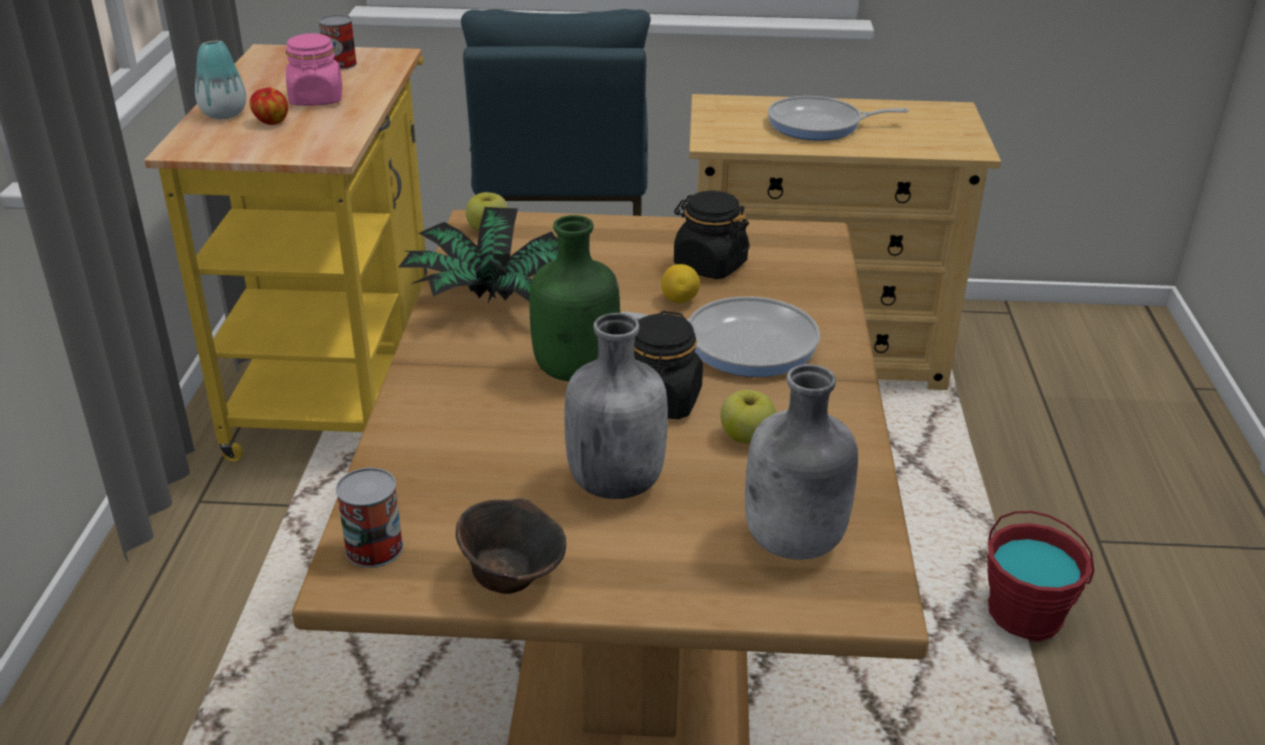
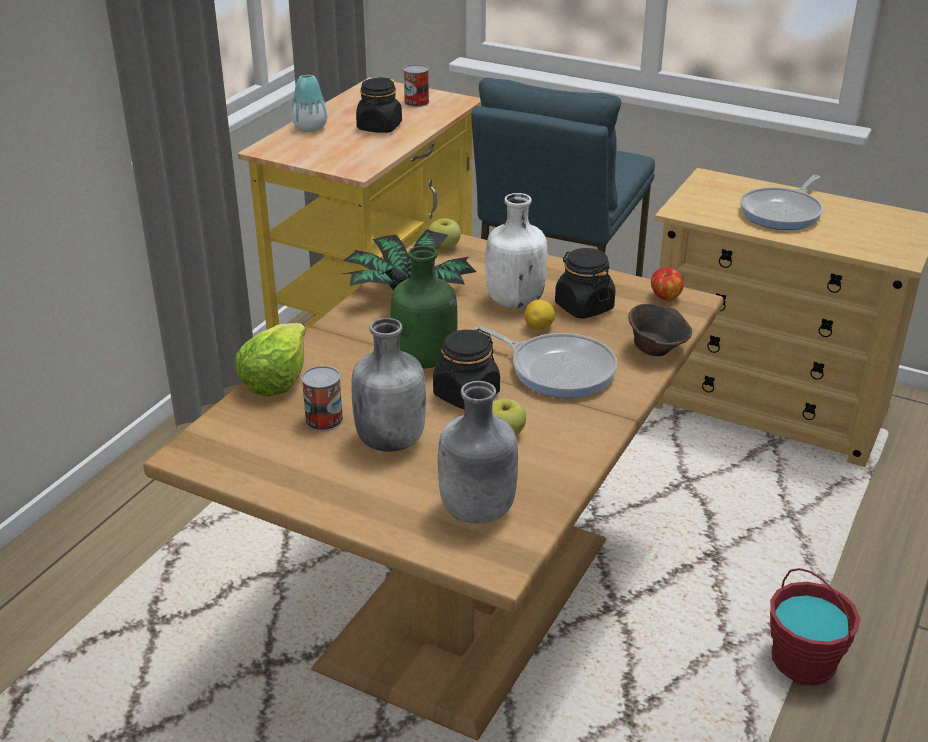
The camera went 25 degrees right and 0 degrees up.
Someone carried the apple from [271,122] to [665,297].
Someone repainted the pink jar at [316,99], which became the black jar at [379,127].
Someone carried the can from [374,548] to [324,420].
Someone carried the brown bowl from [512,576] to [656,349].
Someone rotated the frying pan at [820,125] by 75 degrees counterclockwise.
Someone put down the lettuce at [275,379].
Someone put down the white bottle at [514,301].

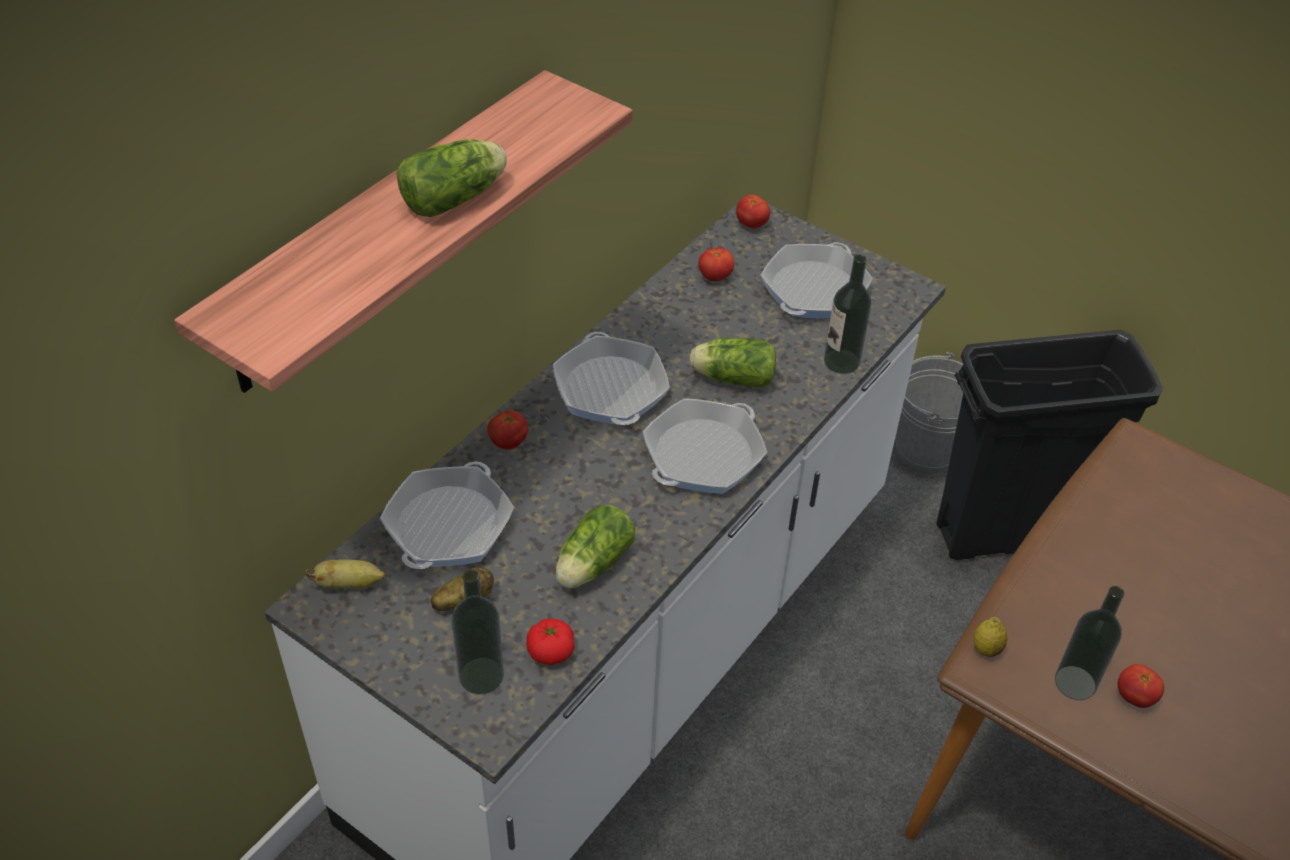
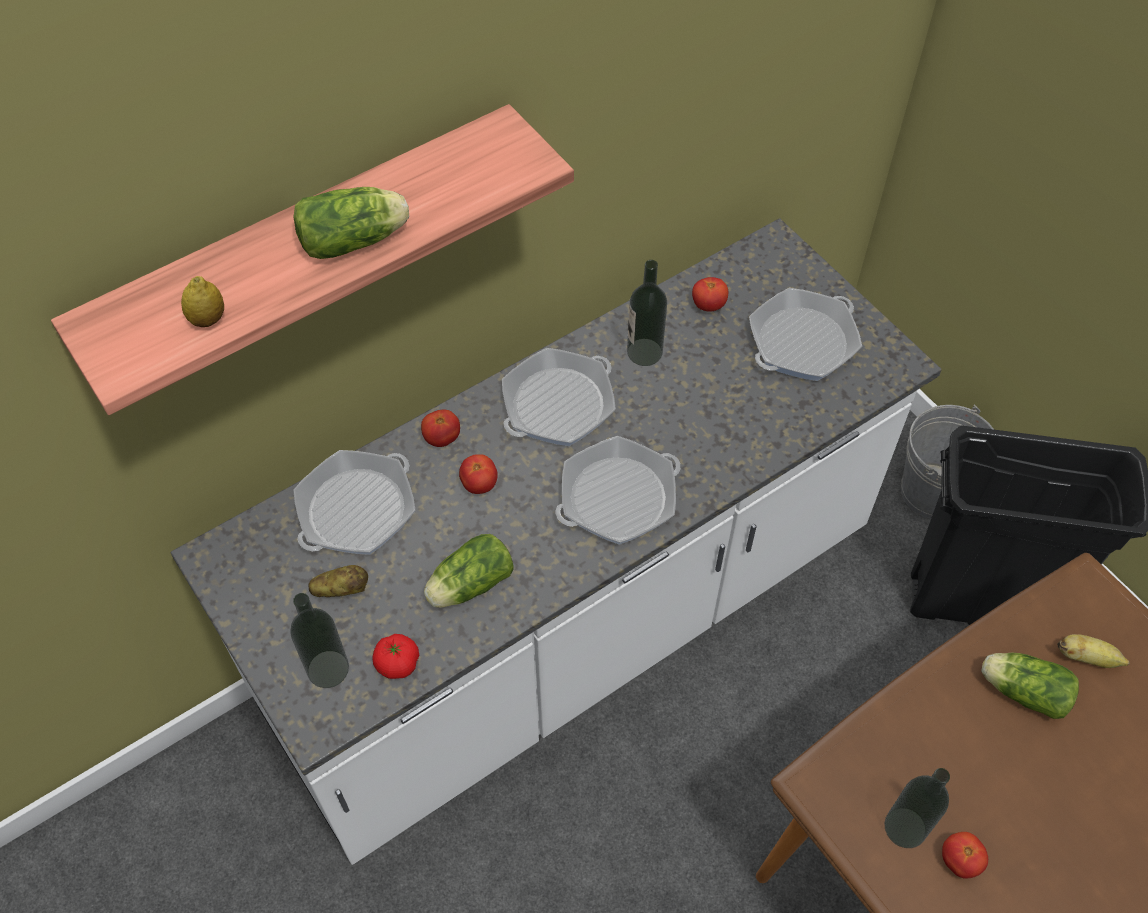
The camera went 20 degrees right and 10 degrees up.
Someone carried the banana from [349,584] to [1086,658].
Someone rotated the frying pan at [610,389] by 45 degrees clockwise.
Someone carried the lettuce from [730,377] to [1021,690].
Someone carried the tomato from [751,224] to [479,484].
Someone carried the bottle from [841,361] to [644,352].
Someone carried the lemon from [986,649] to [208,319].

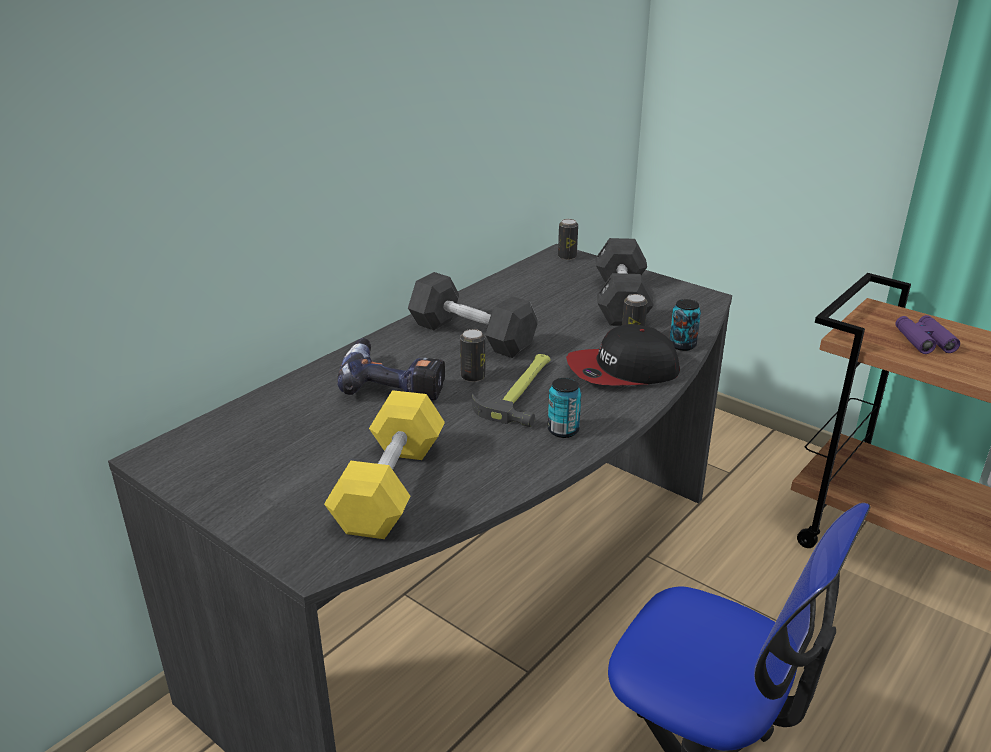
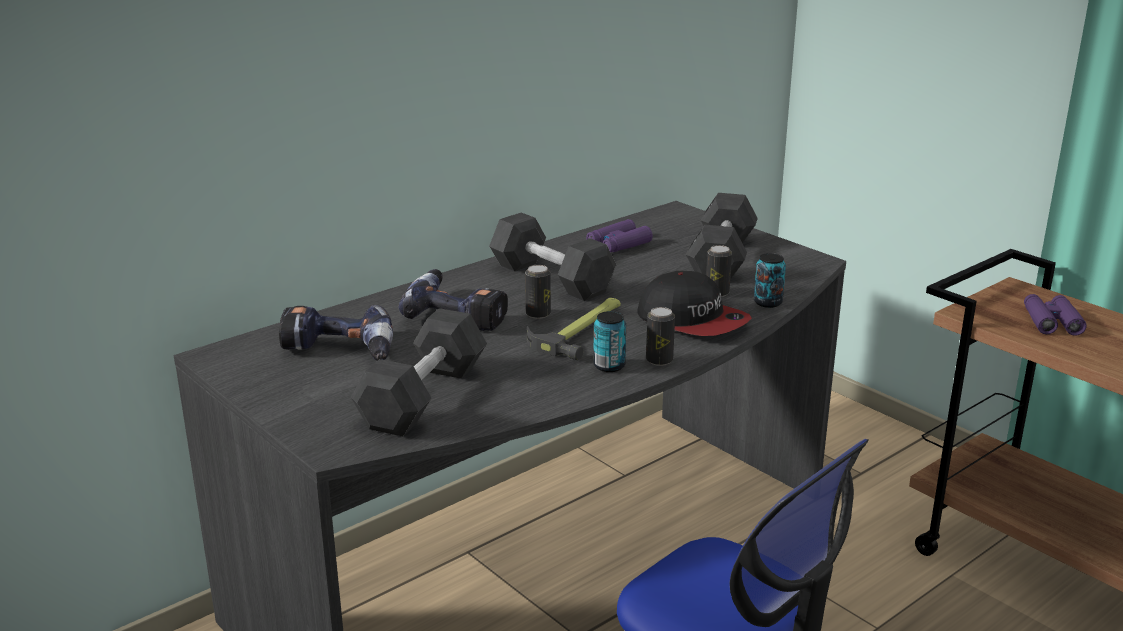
The camera went 10 degrees right and 5 degrees down.
Someone repainted the yellow dumbbell at [390,486], which became the black dumbbell at [423,396].
Someone carried the can from [567,257] to [659,360].
Someone rotated the cap at [622,371] by 135 degrees counterclockwise.
Someone put down the power drill at [338,353].
Someone put down the purple binoculars at [618,244].

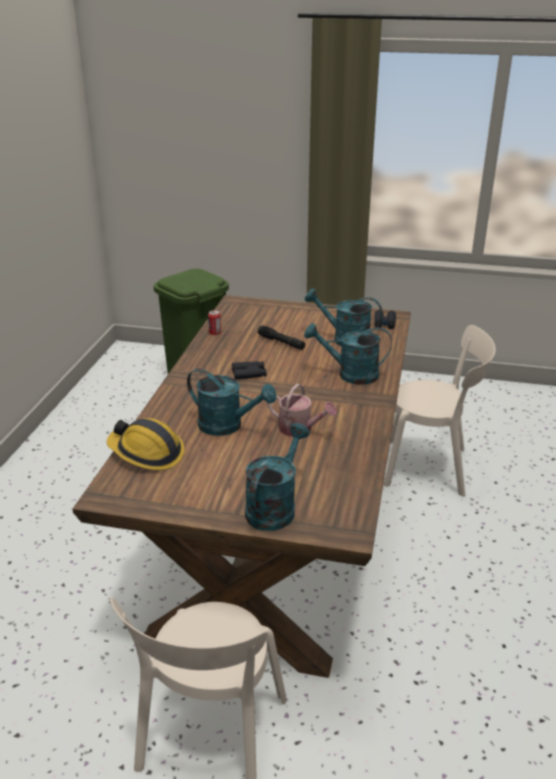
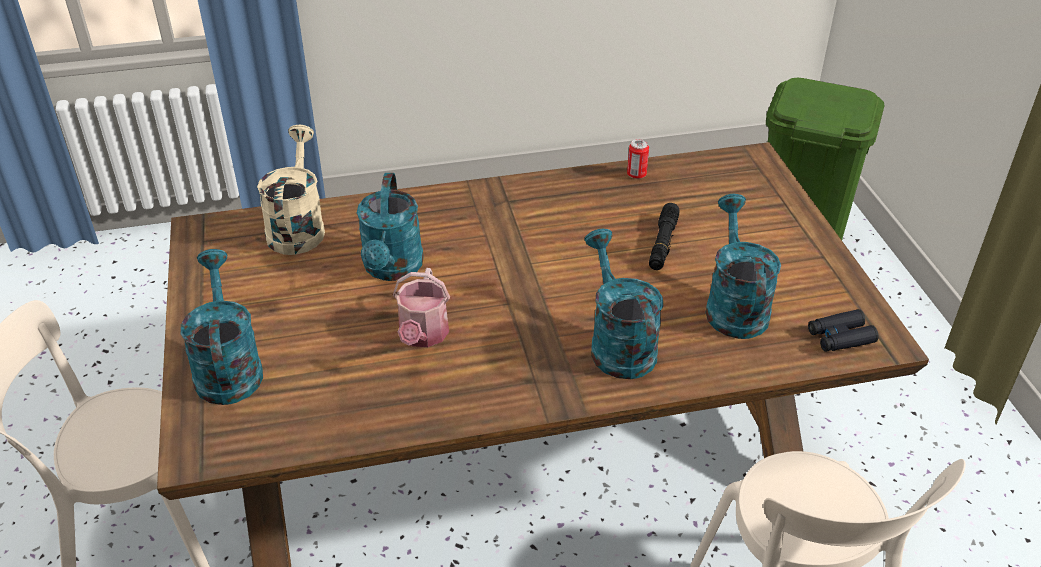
The camera went 65 degrees right and 10 degrees up.
Someone swapped the hard hat at [146,453] for the beige watering can at [297,227].
Someone took away the black binoculars at [249,374].
Someone rotated the turquoise watering can at [274,506] by 105 degrees counterclockwise.

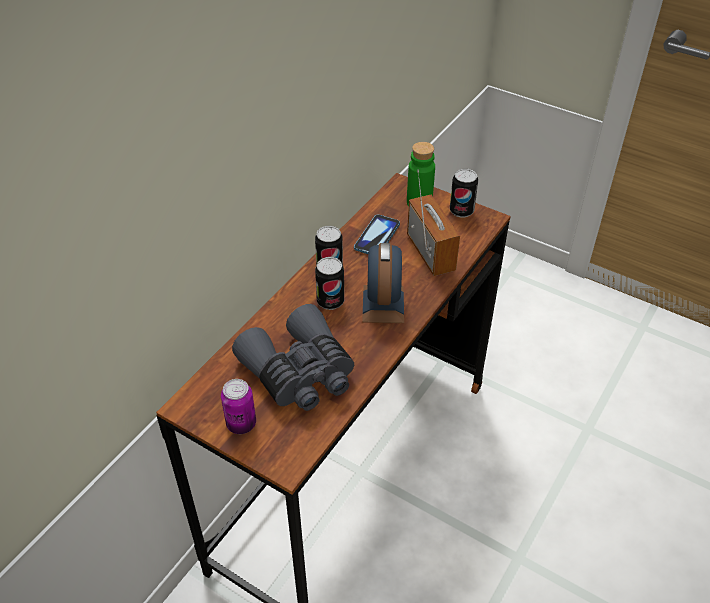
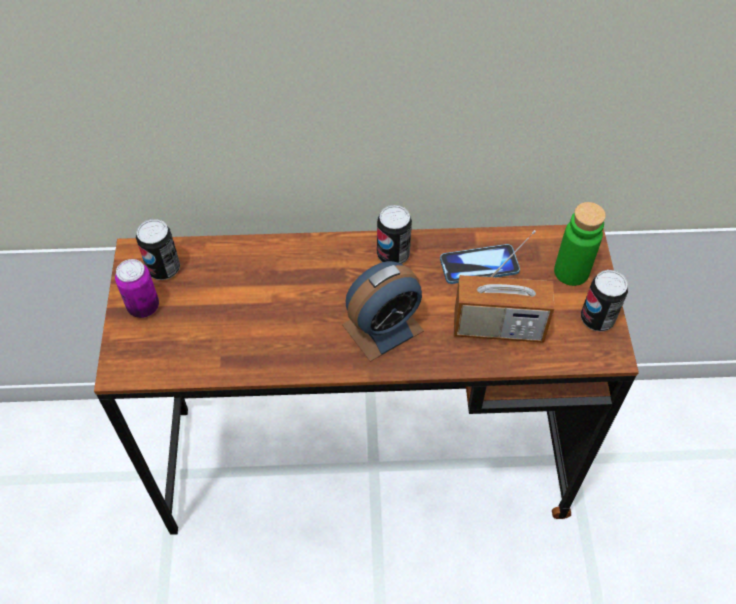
The camera went 55 degrees right and 10 degrees up.
Someone took away the grey binoculars at [300,373].
Someone carried the can from [330,301] to [164,268].
Someone rotated the radio at [430,253] by 60 degrees clockwise.

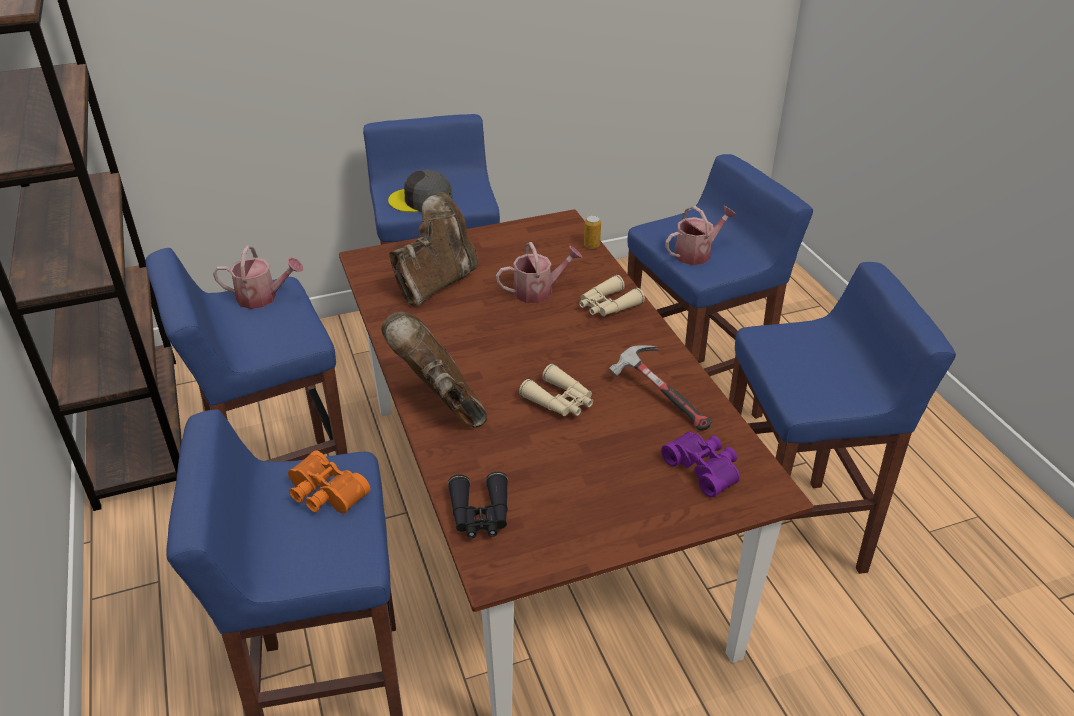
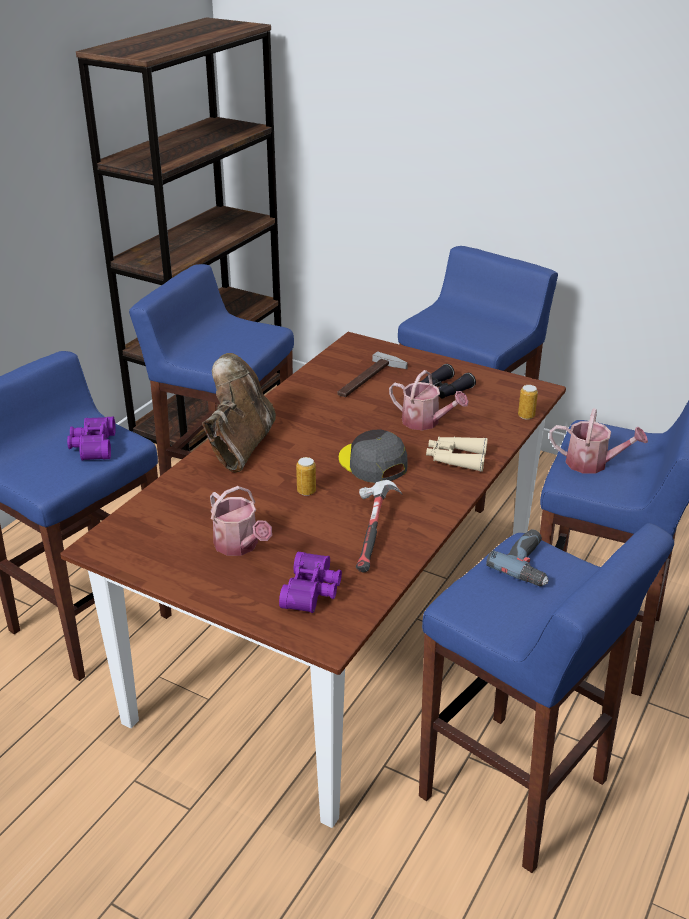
The camera went 50 degrees right and 5 degrees down.
Someone carried the watering can from [263,297] to [239,546].
Someone repainted the orange binoculars at [324,495], which became the purple binoculars at [92,446].
Someone carried the grey cap from [421,201] to [372,463].
Someone swapped the brown boot at [436,283] for the hammer at [370,380].
Someone carried the black binoculars from [480,514] to [442,391].
Someone swapped the beige binoculars at [560,401] for the can at [306,491].
Someone put down the power drill at [529,564].

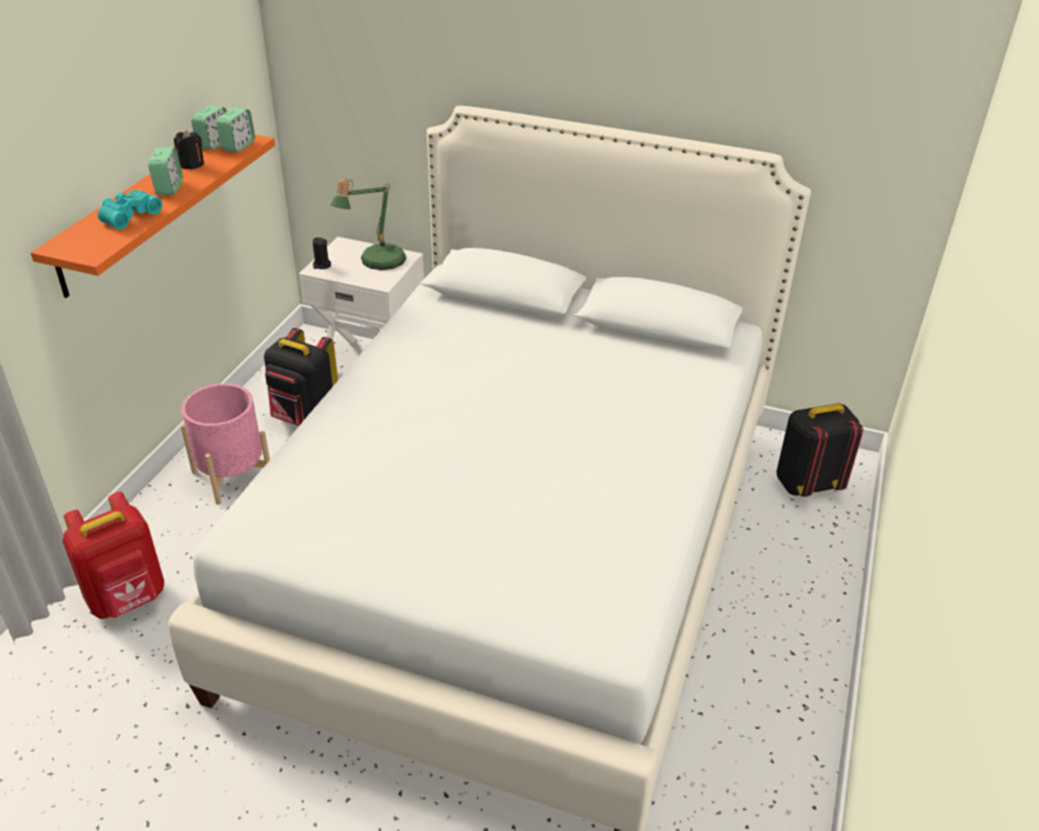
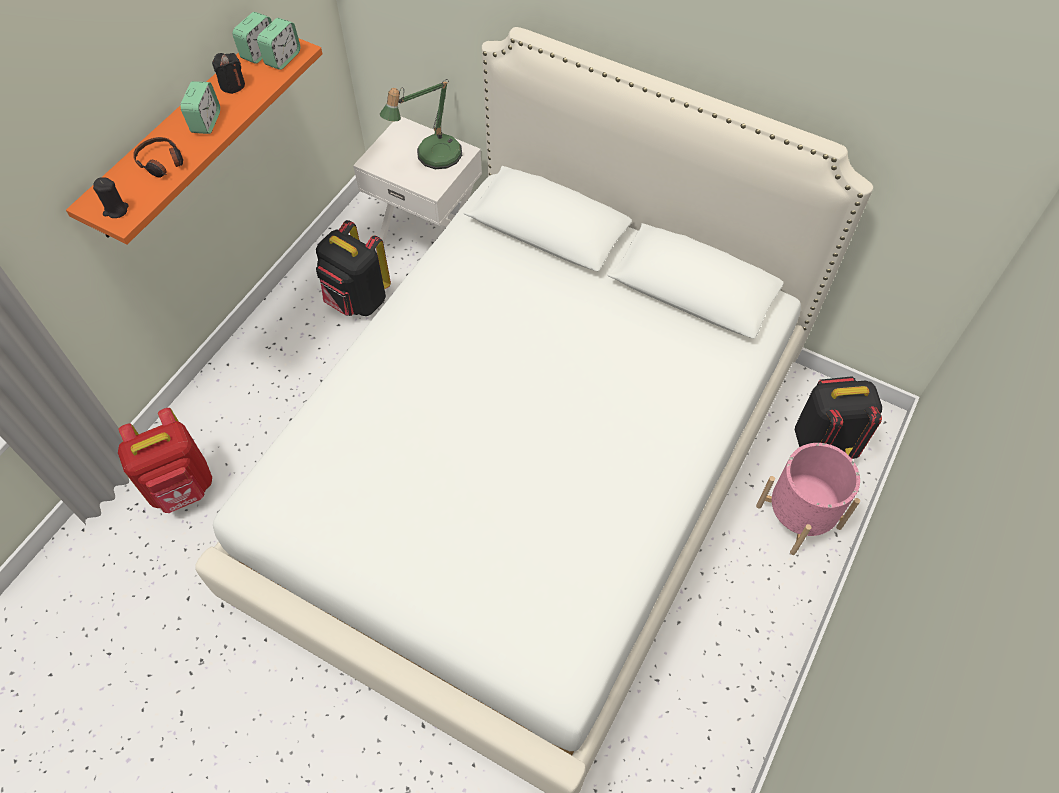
The camera went 10 degrees right and 20 degrees up.
Someone swapped the turquoise binoculars at [128,216] for the headphones at [162,163].
Someone carried the pink planter from [232,475] to [798,516].
Someone carried the black candle from [321,265] to [116,210].

